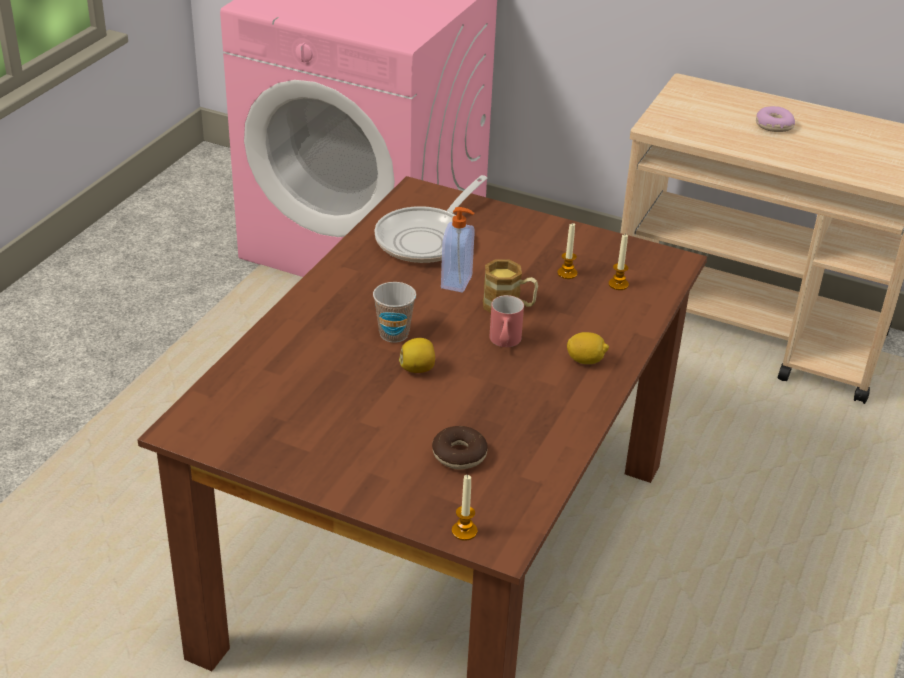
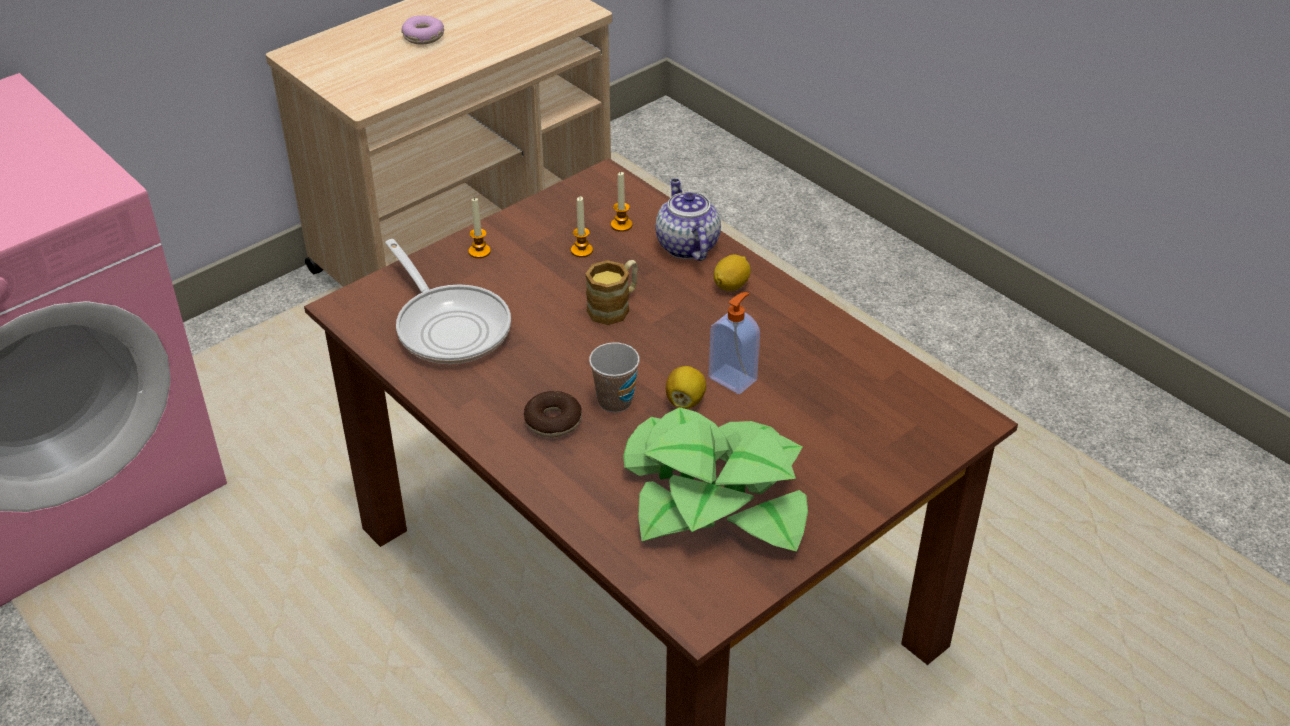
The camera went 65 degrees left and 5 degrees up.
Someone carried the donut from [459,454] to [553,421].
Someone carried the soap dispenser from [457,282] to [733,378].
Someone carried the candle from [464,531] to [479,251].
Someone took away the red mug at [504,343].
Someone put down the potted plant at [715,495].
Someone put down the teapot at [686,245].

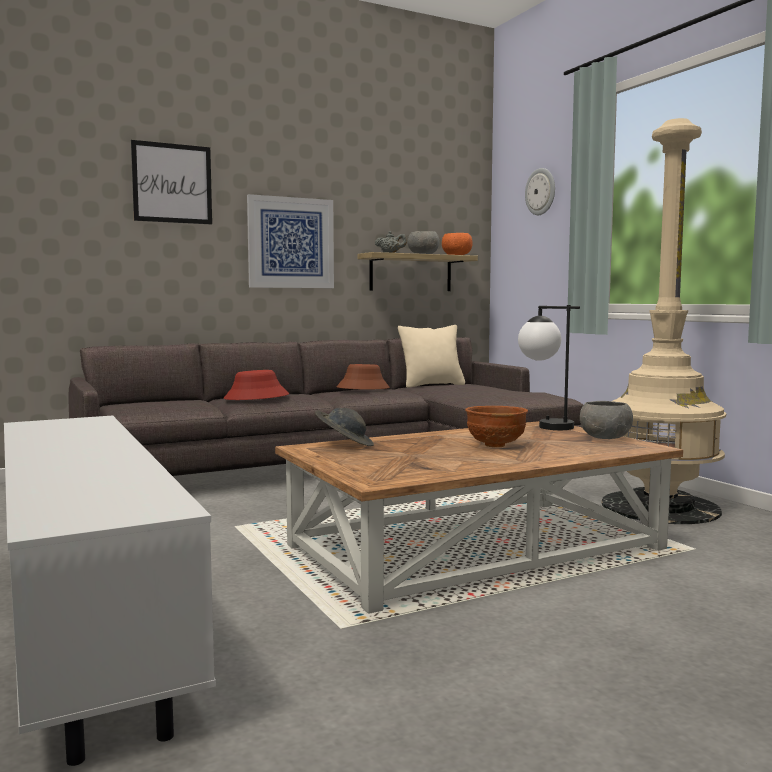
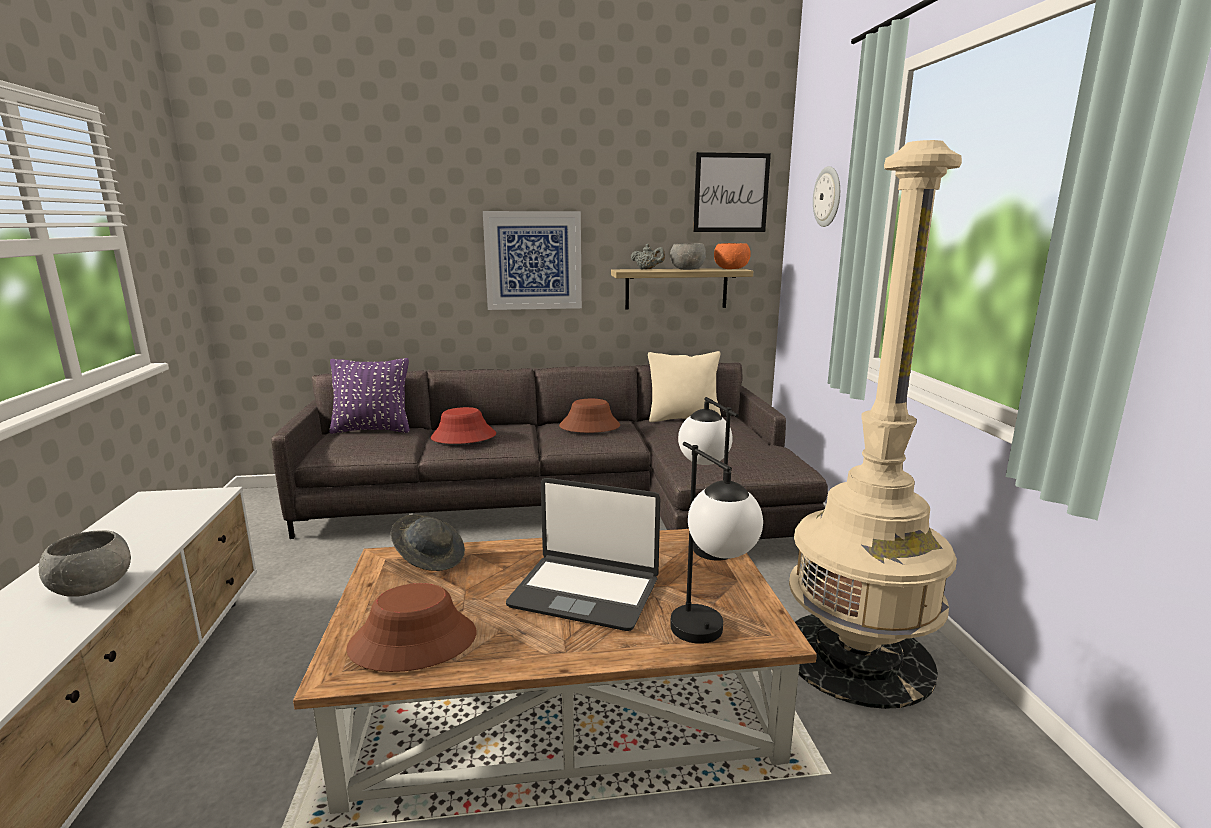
The camera went 20 degrees right and 10 degrees up.
Someone carried the picture from [172,183] to [731,193].
Someone swapped the brown bowl at [496,445] for the laptop at [585,592].
Someone carried the grey bowl from [605,438] to [92,587].
Someone put down the purple pillow at [372,430].
Someone put down the brown hat at [413,641].
Someone put down the table lamp at [709,639].

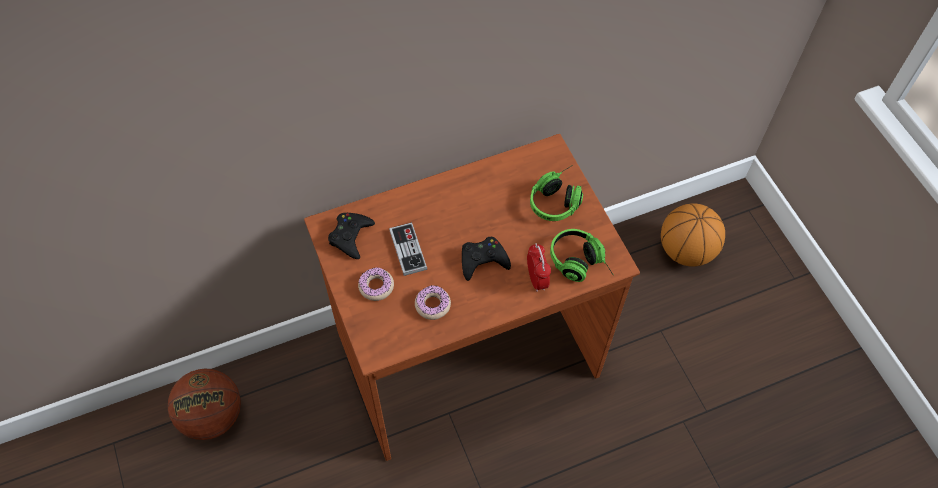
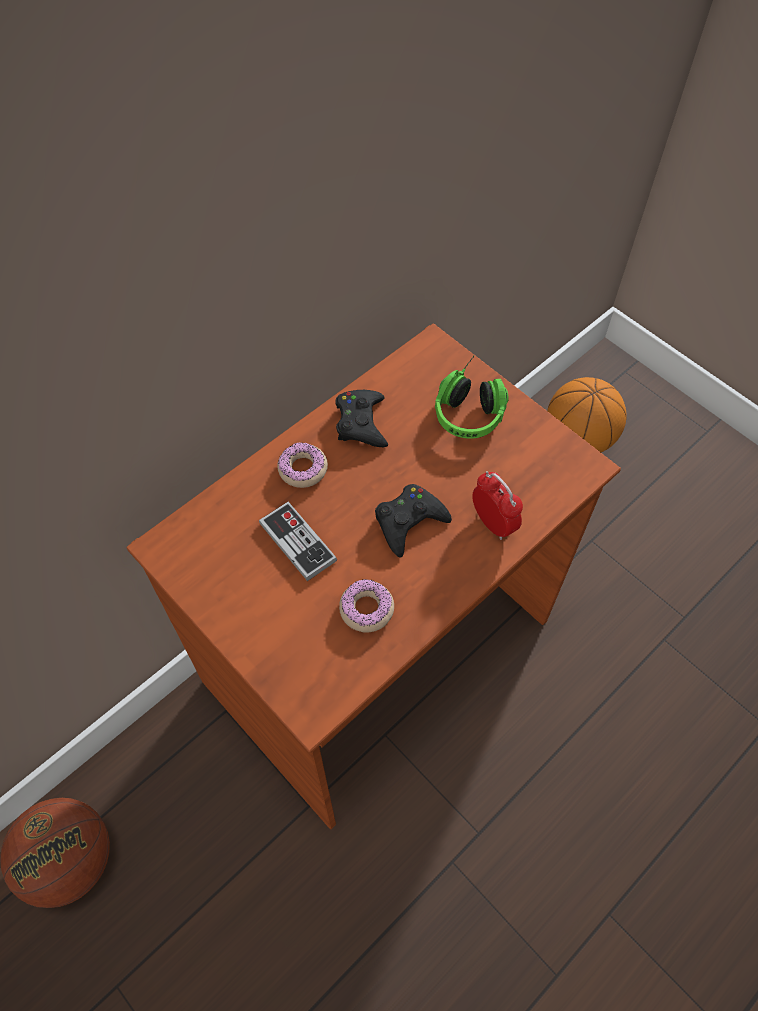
The camera went 20 degrees left and 0 degrees up.
Someone carried the black game controller from [350,237] to [361,423].
Someone carried the donut from [376,286] to [303,469].
Someone took away the headphones at [580,264].

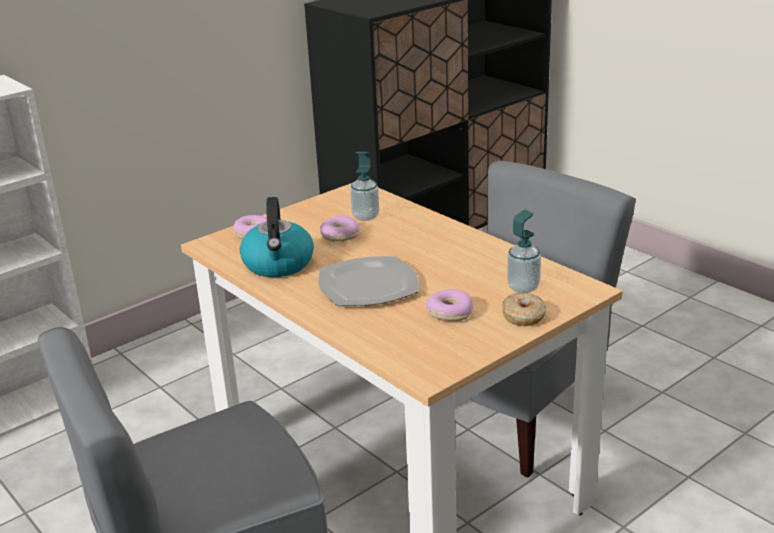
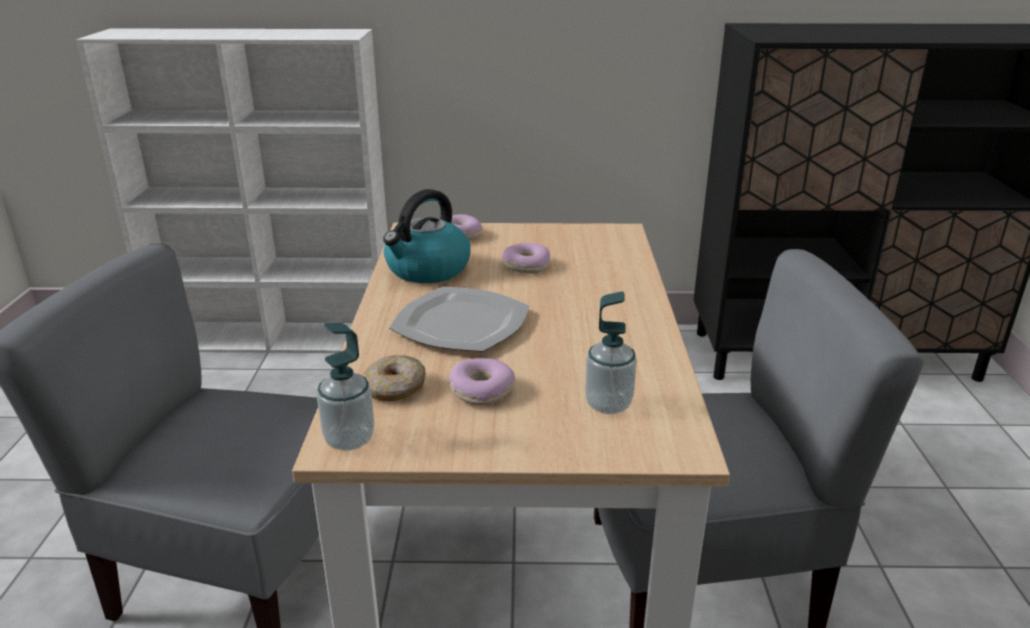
The camera went 40 degrees right and 0 degrees up.
Someone carried the soap dispenser from [365,216] to [349,439].
Someone carried the donut from [524,316] to [395,388].

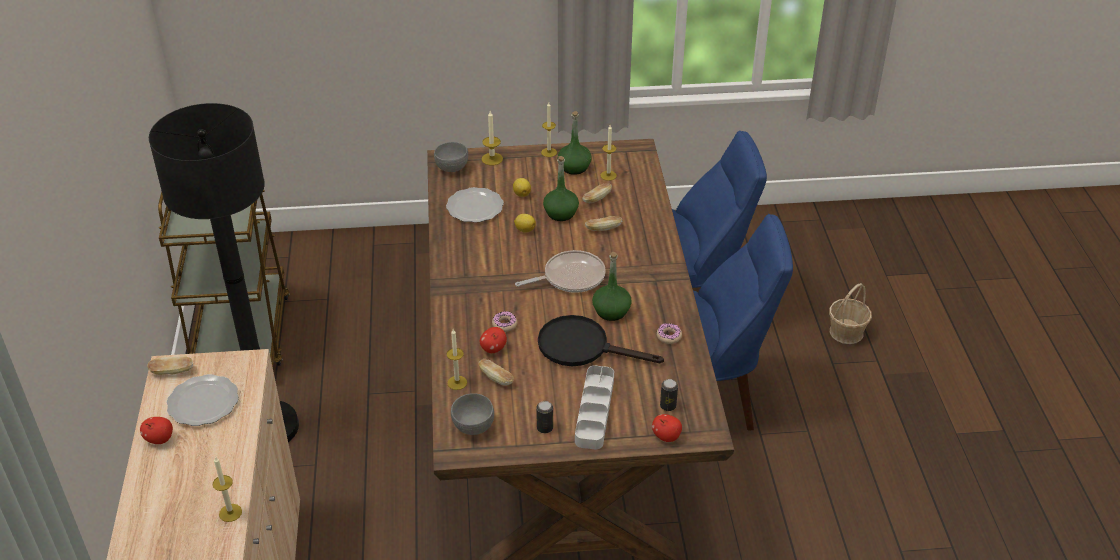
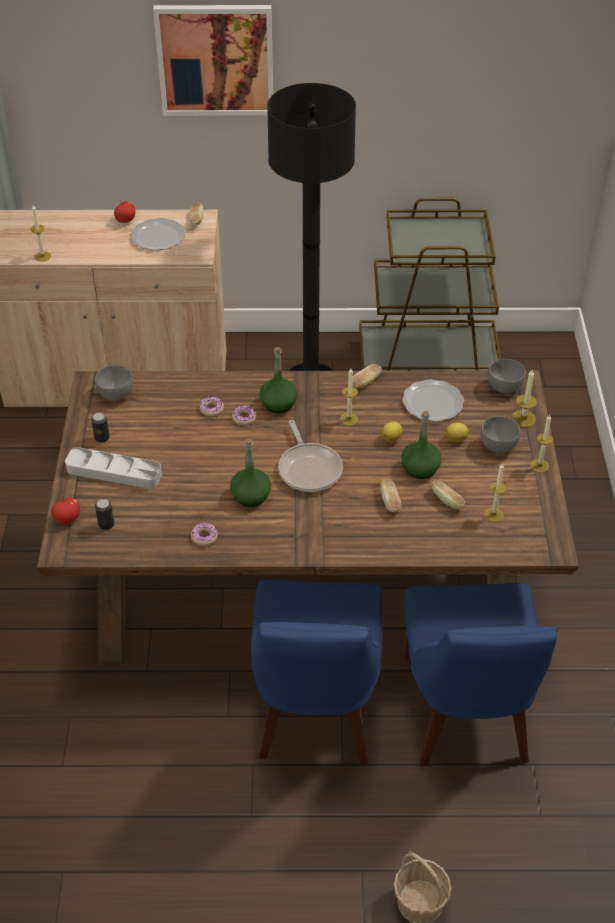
The camera went 95 degrees right and 5 degrees up.
Someone carried the candle from [457,382] to [349,419].
Someone carried the bread from [496,378] to [365,382].
Someone swapped the apple at [493,349] for the donut at [211,409].
Someone took away the black frying pan at [583,347].
Someone carried the green bottle from [574,167] to [278,404].
Someone put up the picture at [215,59].
Someone put down the grey bowl at [498,446].

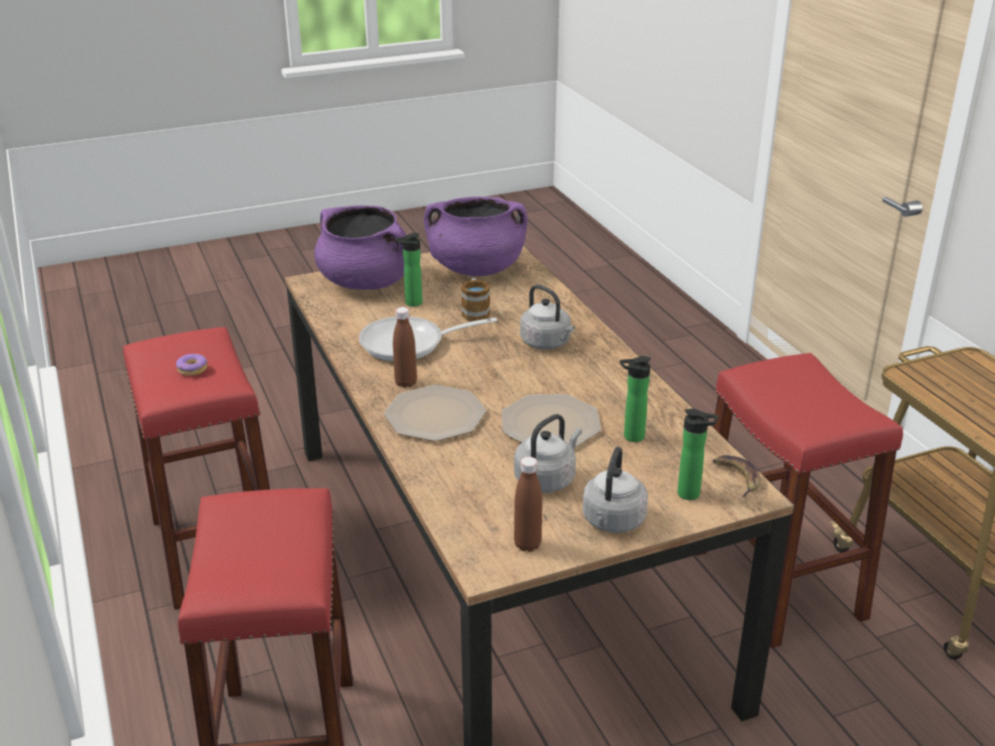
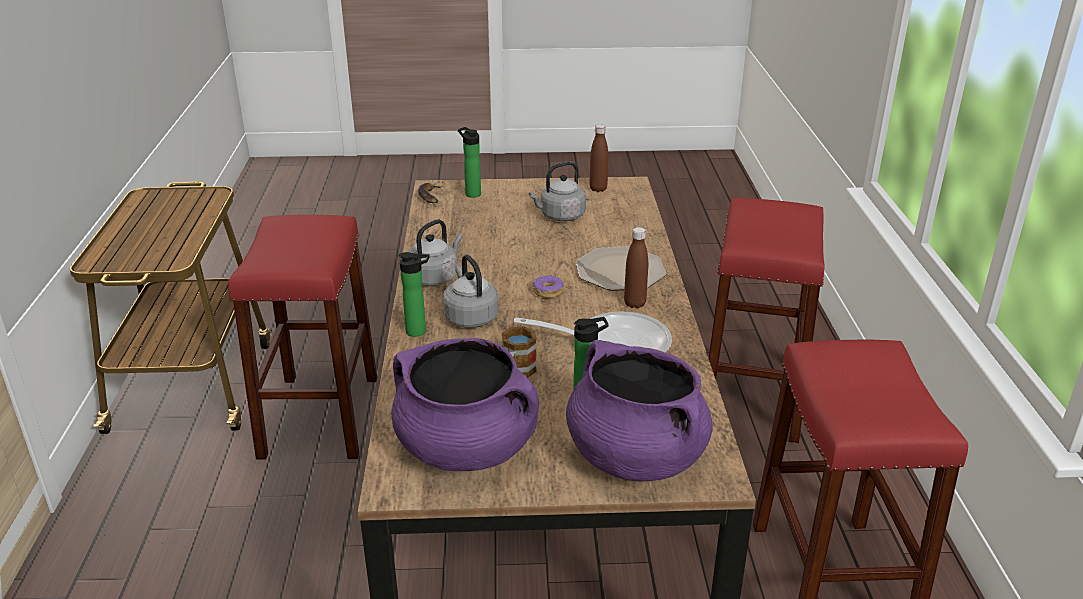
The camera went 160 degrees left and 0 degrees up.
Someone carried the donut from [193,369] to [547,292].
Someone took away the plate at [551,424].
Someone carried the grey kettle from [612,522] to [435,277].
Someone carried the bottle from [630,437] to [419,331].

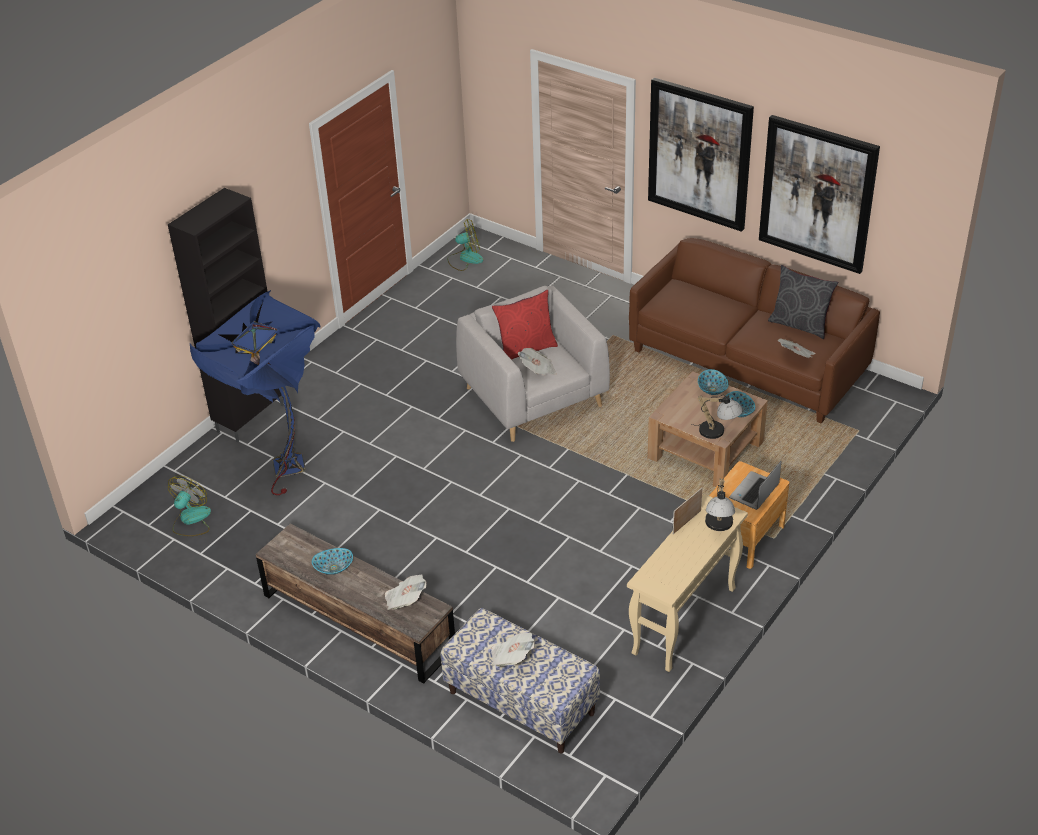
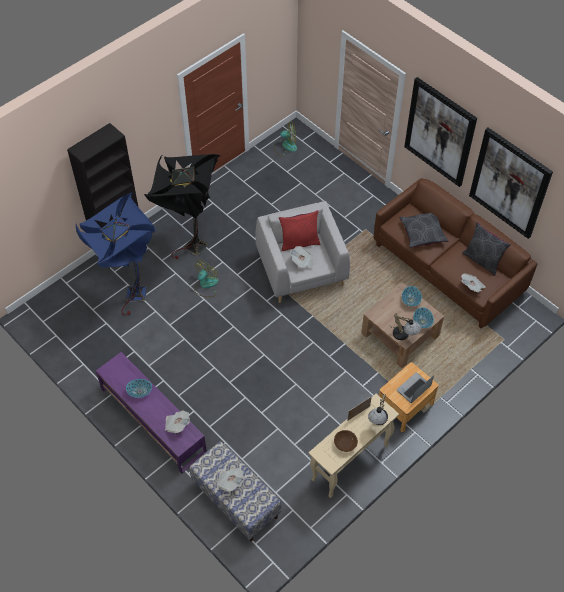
The camera went 10 degrees right and 15 degrees up.
Someone carried the fan from [191,520] to [206,285].
Someone repainted the brown tv stand at [357,621], which became the purple tv stand at [152,419].
Someone put down the black floor lamp at [191,243].
Someone put down the brown bowl at [345,444].
Someone put down the grey pillow at [422,233].

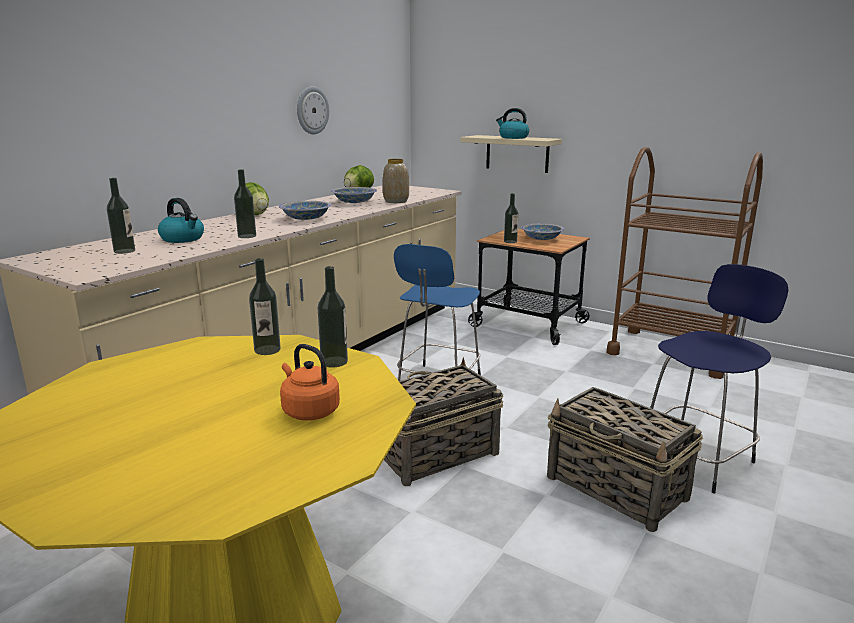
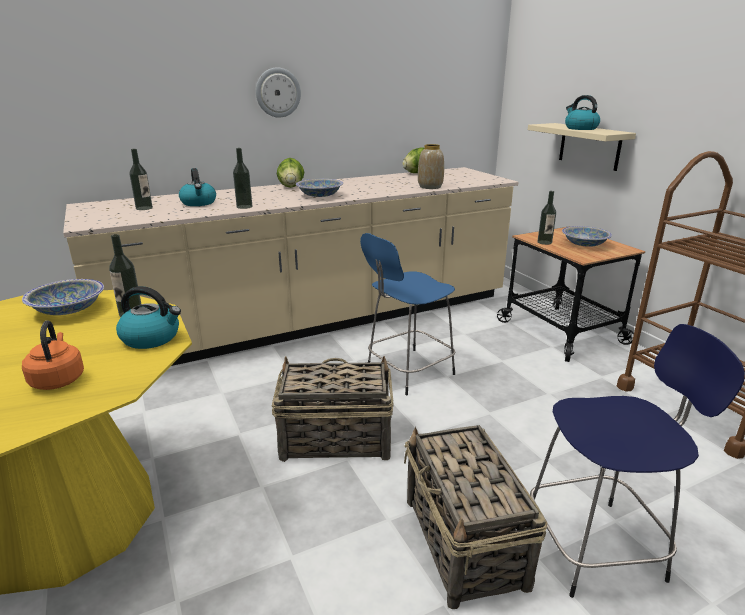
The camera went 30 degrees right and 5 degrees up.
Someone carried the wall clock from [312,110] to [278,92].
Someone swapped the bottle at [334,362] for the kettle at [152,338].
Someone carried the bowl from [354,202] to [68,309].

